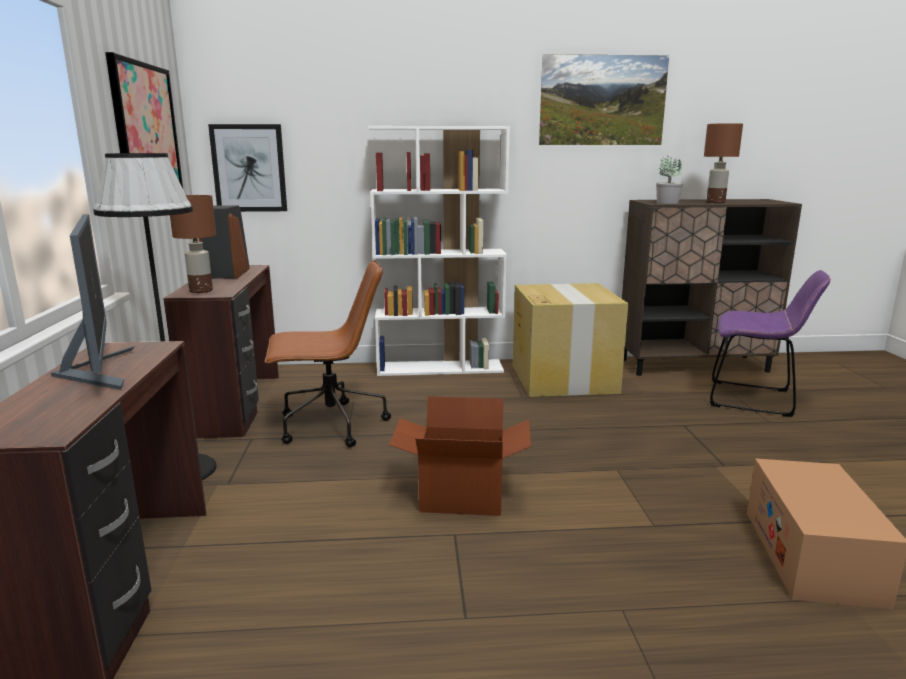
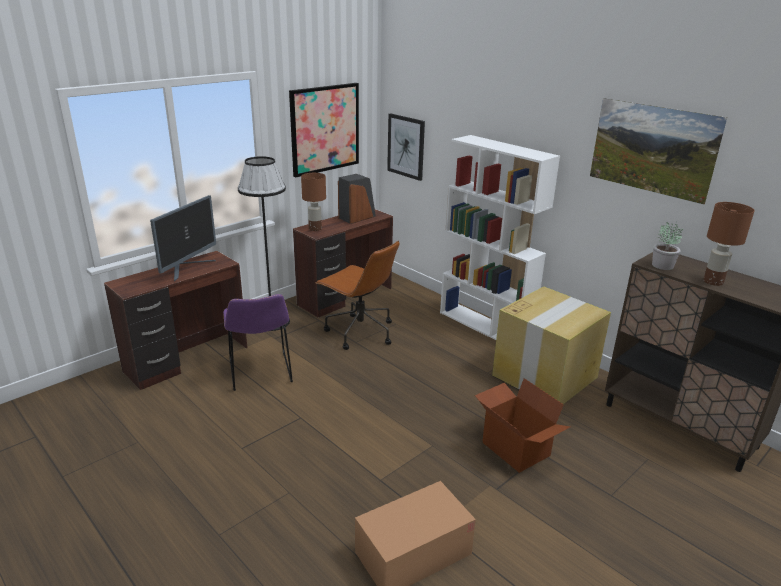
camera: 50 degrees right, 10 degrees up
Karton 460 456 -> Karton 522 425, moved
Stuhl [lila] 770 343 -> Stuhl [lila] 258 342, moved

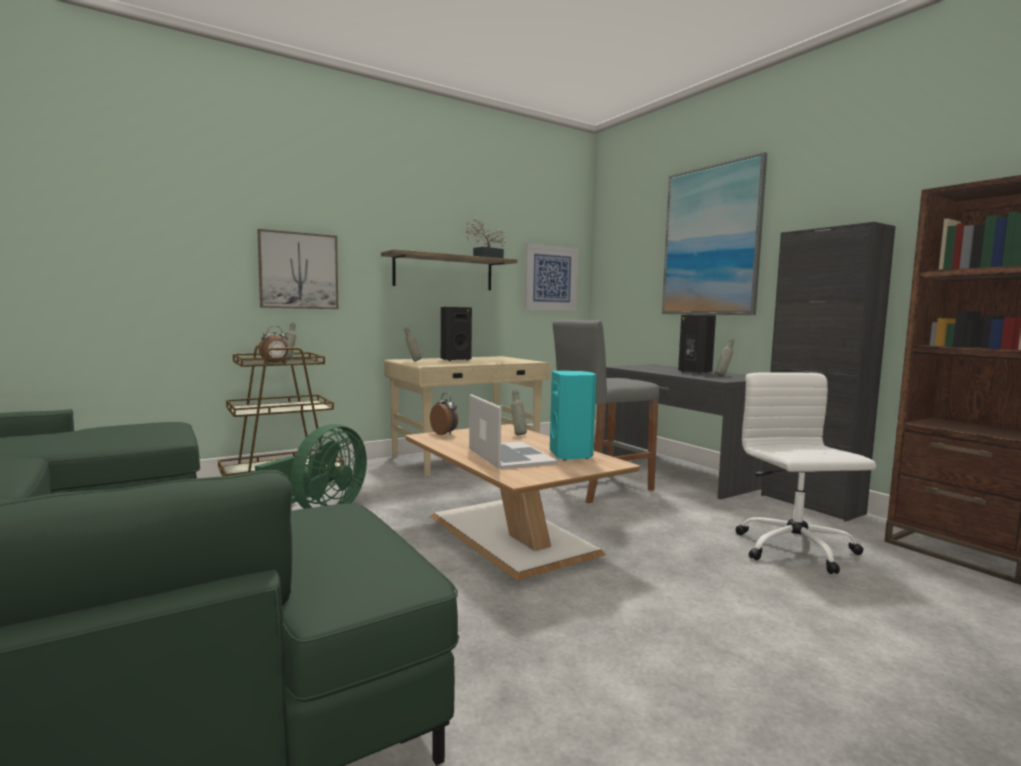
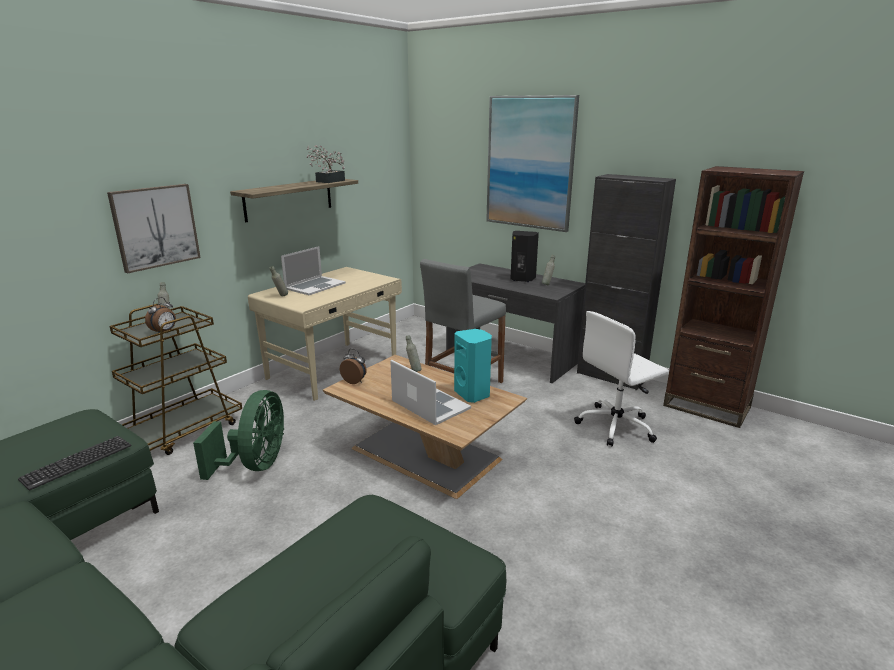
camera: 20 degrees left, 15 degrees up
Lautsprecher [schwarz] 456 334 -> Laptop 313 270
Bild 551 277 -> none
Bürostuhl [weiß] 806 473 -> Bürostuhl [weiß] 621 378, 90 degrees counterclockwise
none -> Tastatur 74 463

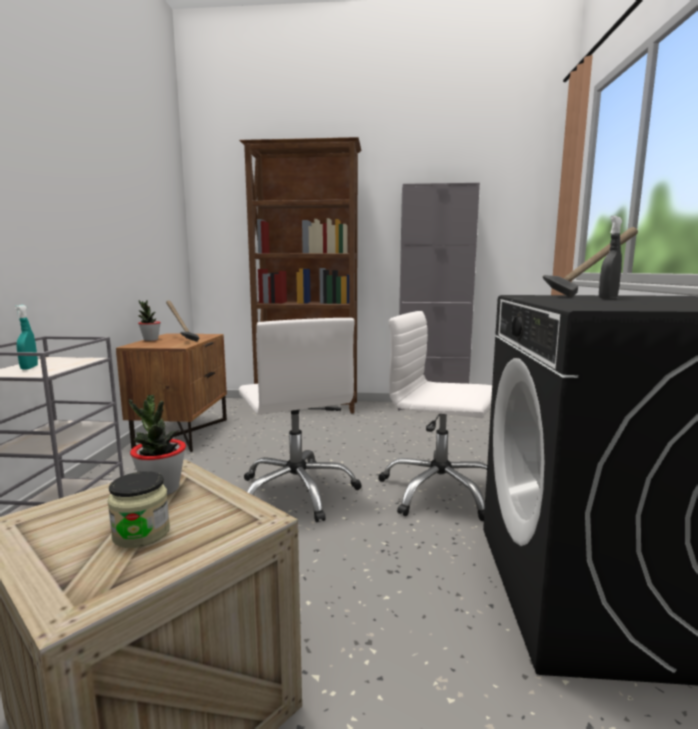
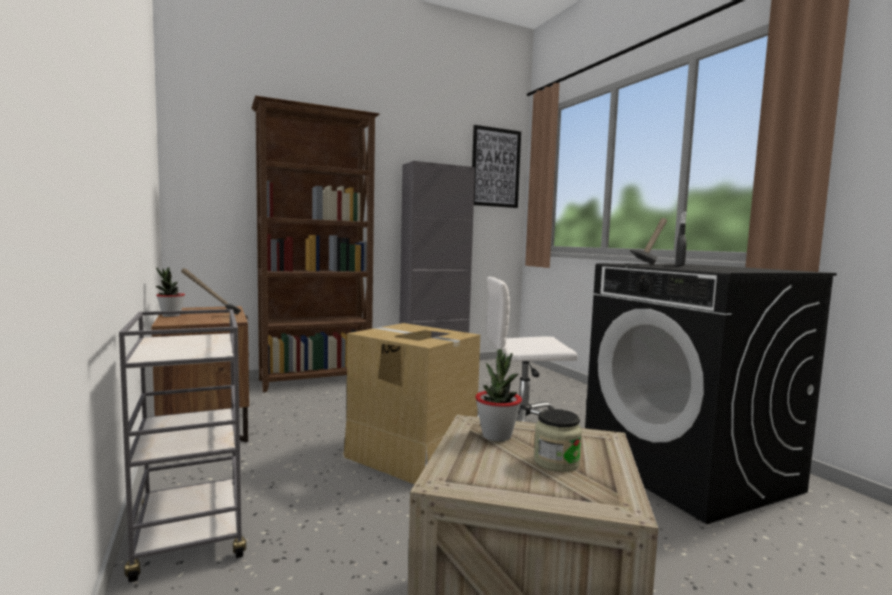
camera: 30 degrees left, 5 degrees down
Sprühflasche [türkis] 26 337 -> none
Bürostuhl [weiß] 300 420 -> Karton 412 403
none -> Bild 496 166

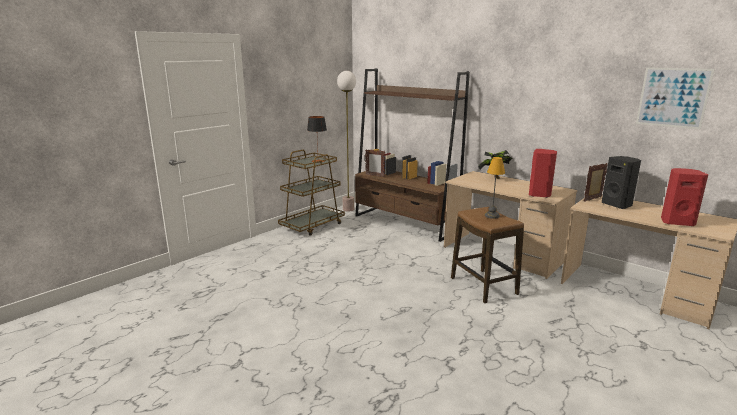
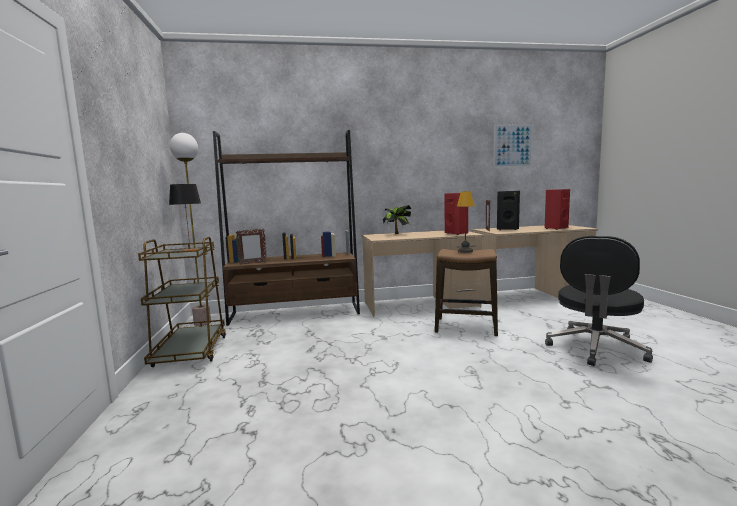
camera: 50 degrees left, 10 degrees down
none -> Bürostuhl [schwarz] 599 301

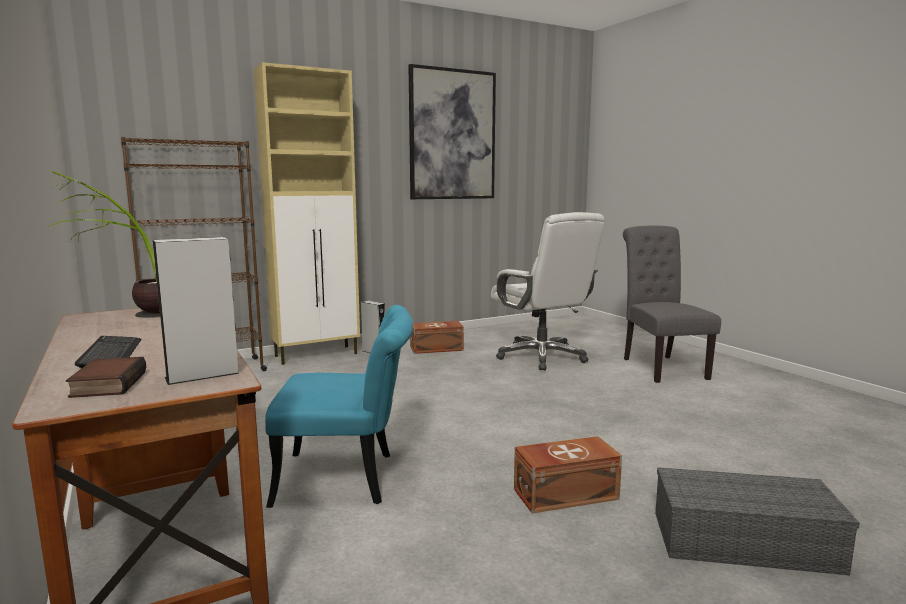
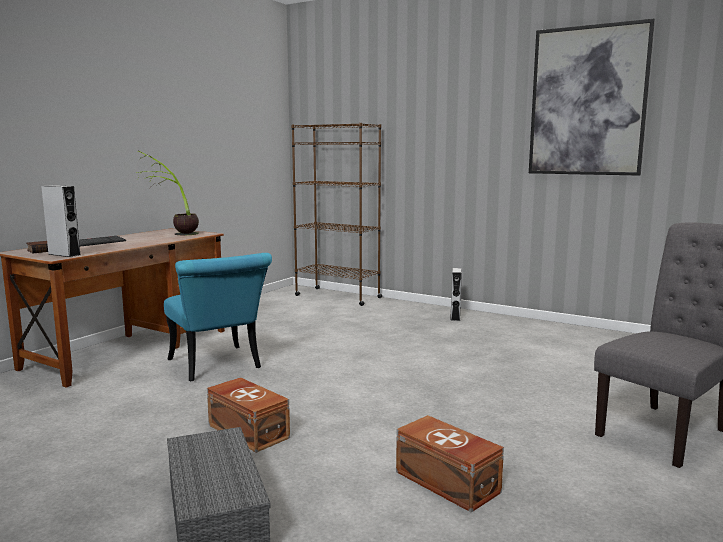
camera: 60 degrees right, 0 degrees up
Schrank [beige] 307 213 -> none
Aufbewahrungsbox [braun] 437 337 -> Aufbewahrungsbox [braun] 450 464, moved
Bürostuhl [weiß] 548 291 -> none

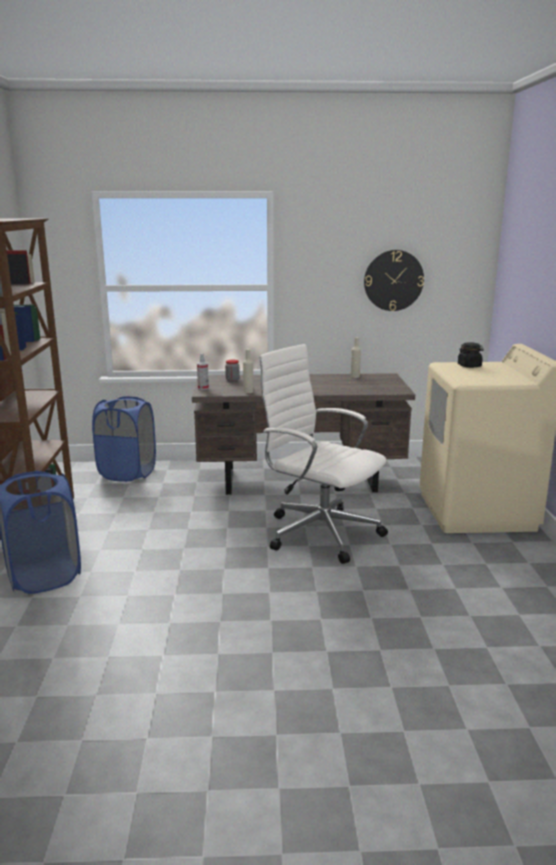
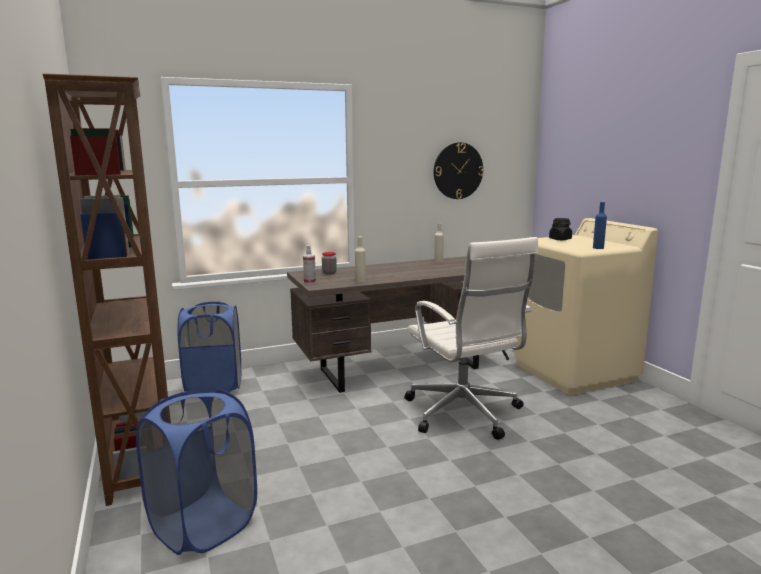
camera: 20 degrees left, 5 degrees down
Bürostuhl [weiß] 322 454 -> Bürostuhl [weiß] 471 338, 135 degrees counterclockwise
none -> Flasche [blau] 600 225

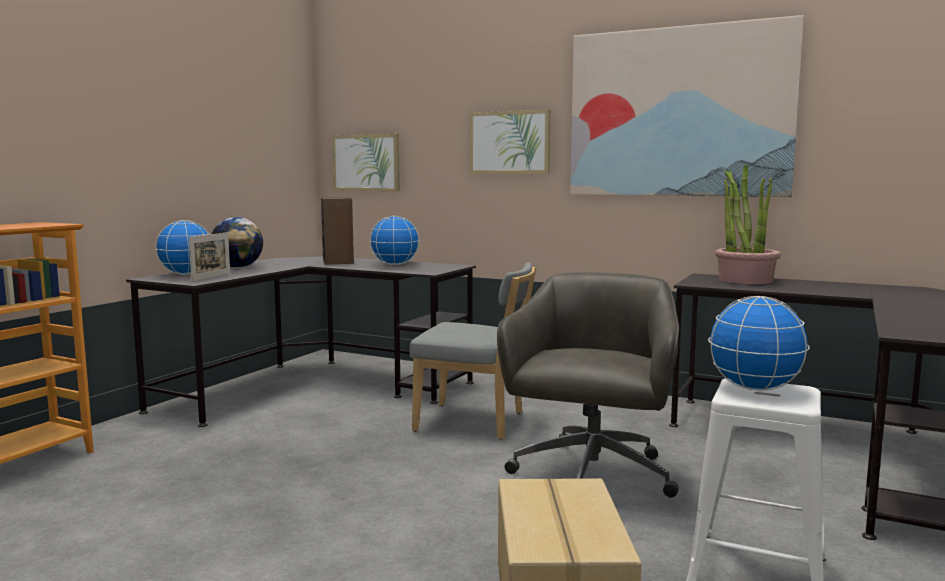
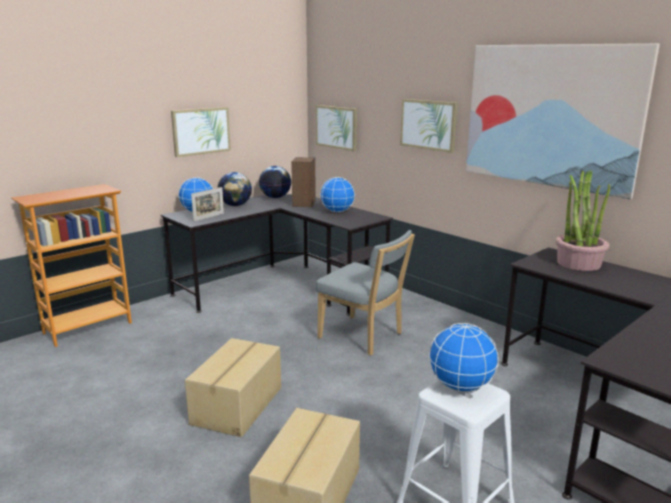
camera: 20 degrees right, 10 degrees up
Bürostuhl [grau] 588 384 -> none
none -> Bild 201 132
none -> Karton 233 387
none -> Globus 275 182

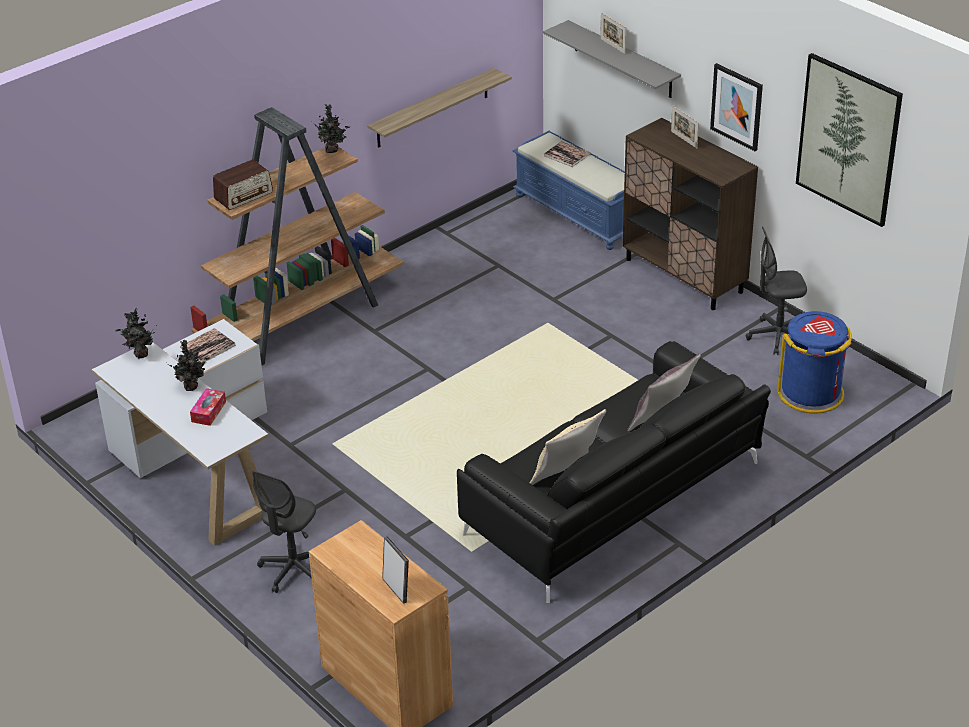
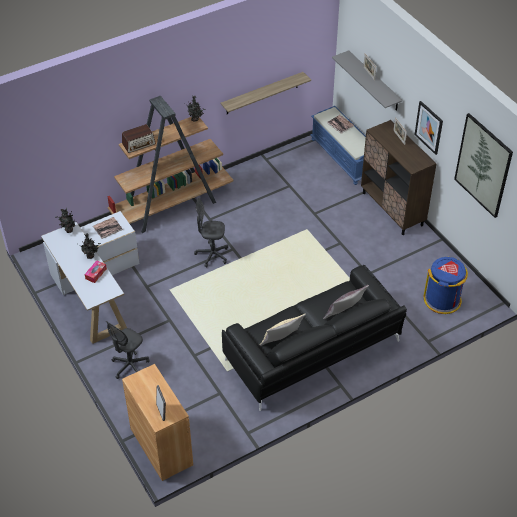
camera: 10 degrees right, 10 degrees up
Bürostuhl [grau] 776 291 -> Bürostuhl [grau] 211 232, moved

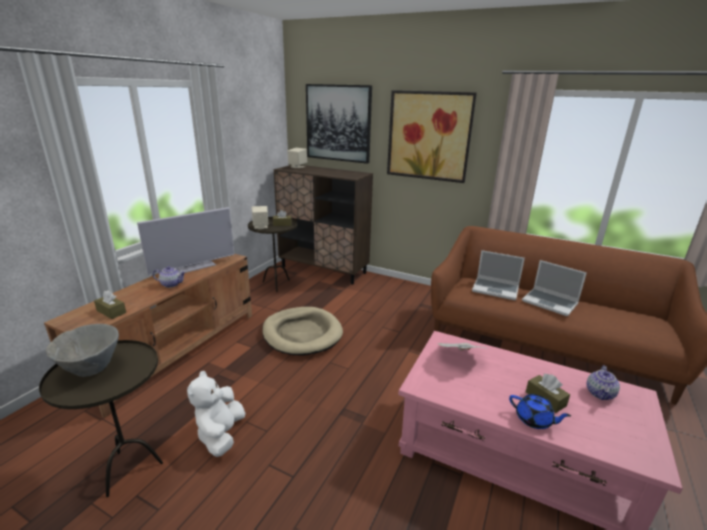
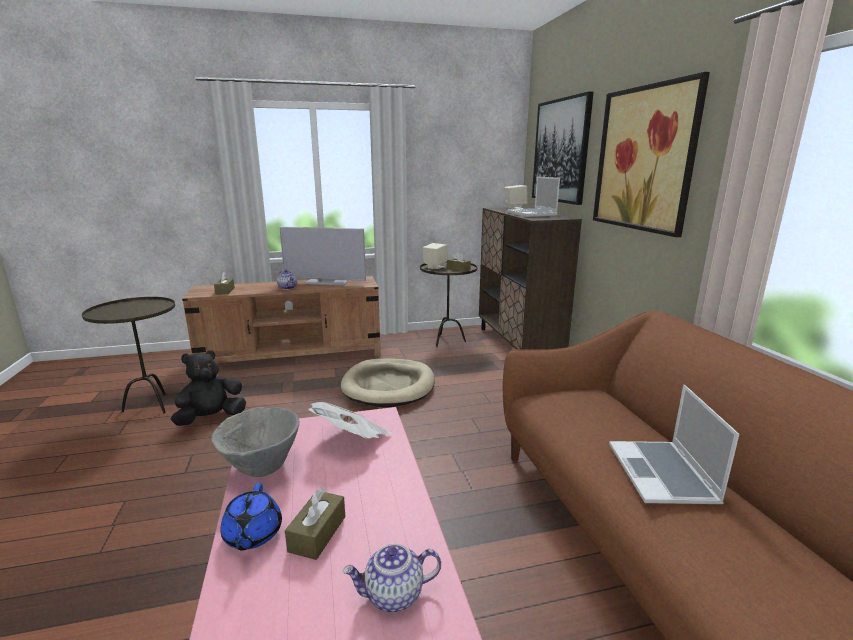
camera: 50 degrees right, 5 degrees down
Schüssel [grau] 82 350 -> Schüssel [grau] 255 442, moved
Plüschtier [weiß] 216 413 -> Plüschtier [schwarz] 208 388
Laptop 498 275 -> Laptop 533 196, moved

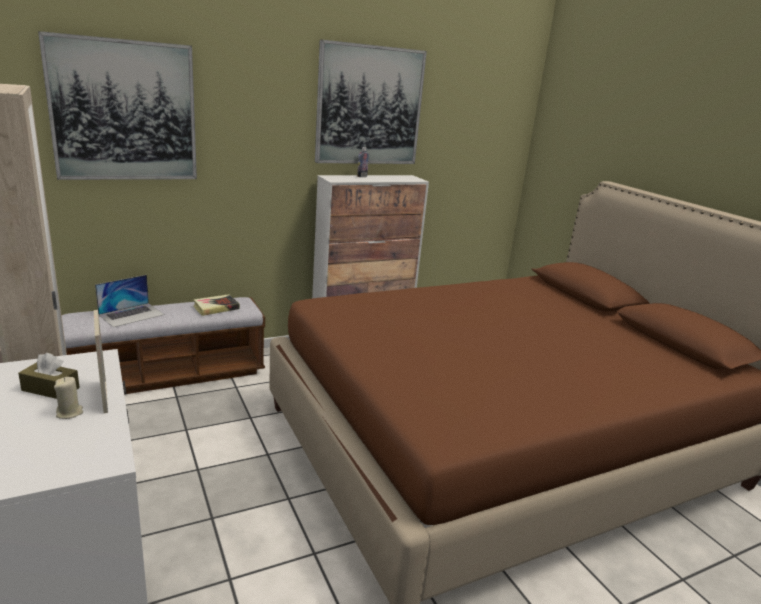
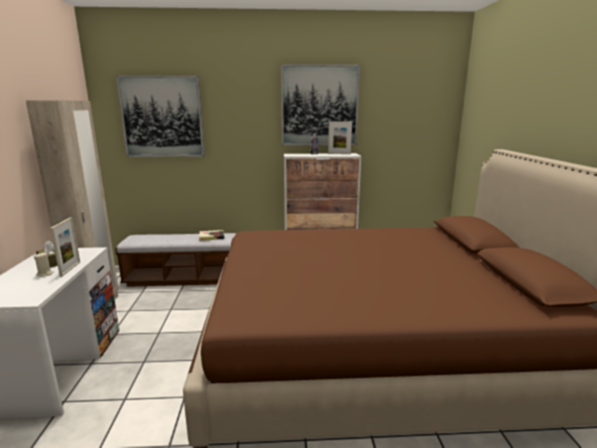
camera: 25 degrees right, 5 degrees down
Laptop 130 301 -> none
none -> Bilderrahmen 340 137

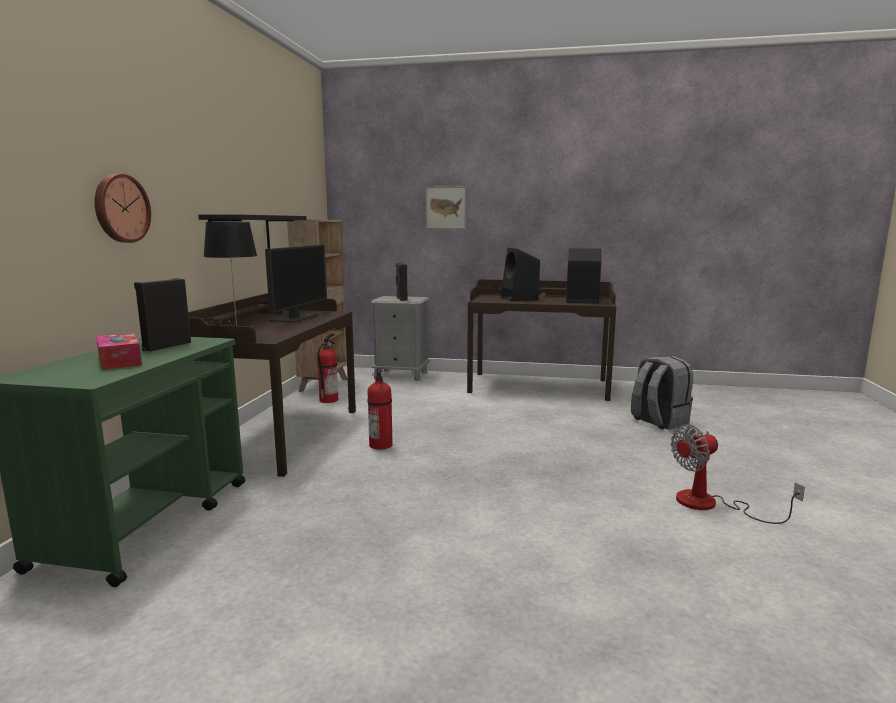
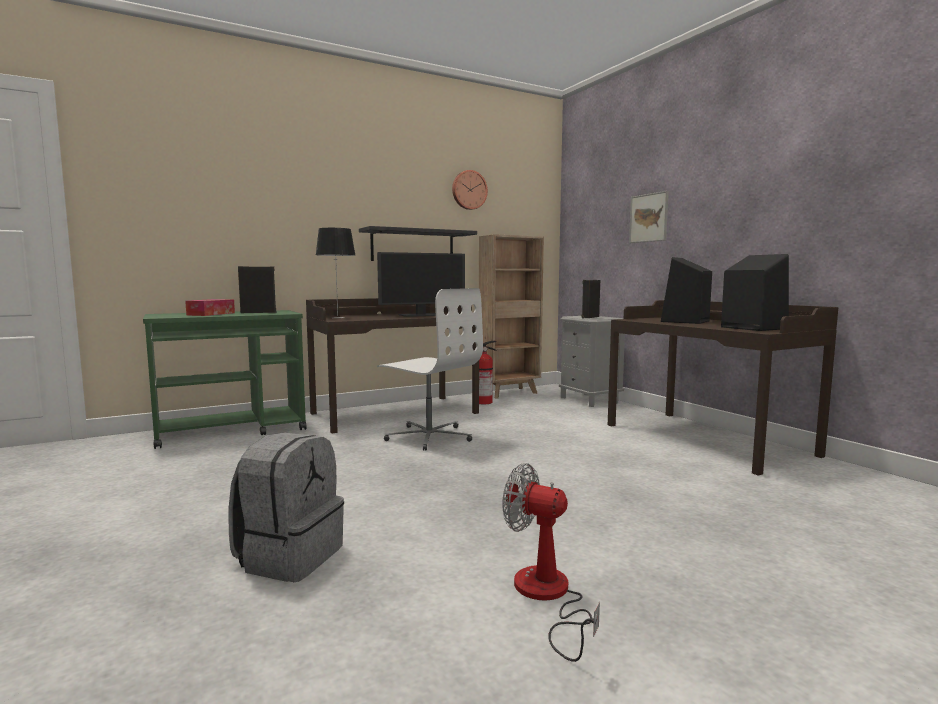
camera: 50 degrees right, 5 degrees down
Wanduhr 122 208 -> Wanduhr 470 190, moved
Feuerlöscher 380 408 -> Bürostuhl [weiß] 430 369
Rucksack [grau] 662 393 -> Rucksack [grau] 286 507, moved

